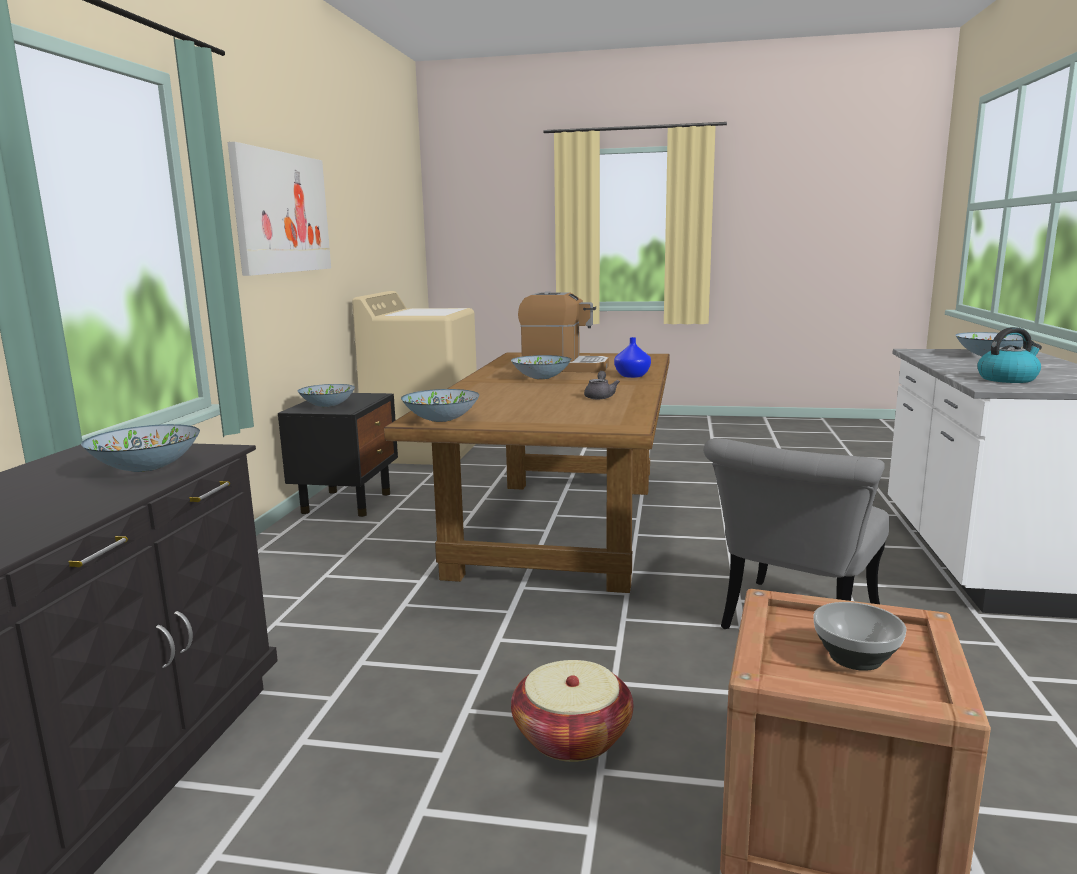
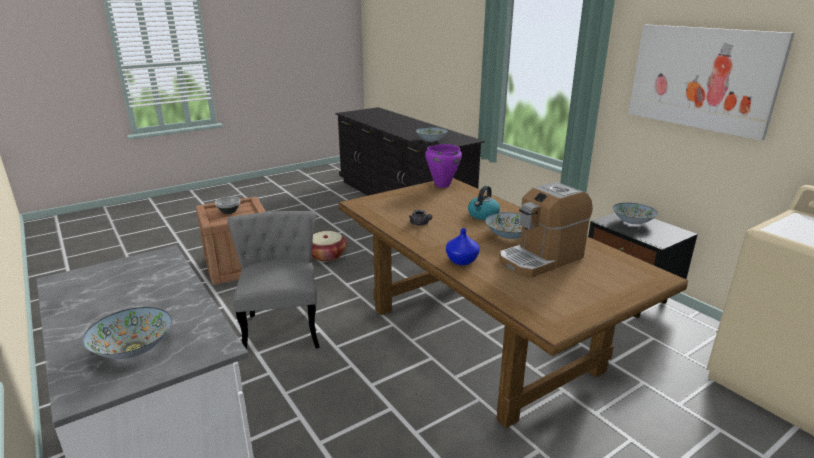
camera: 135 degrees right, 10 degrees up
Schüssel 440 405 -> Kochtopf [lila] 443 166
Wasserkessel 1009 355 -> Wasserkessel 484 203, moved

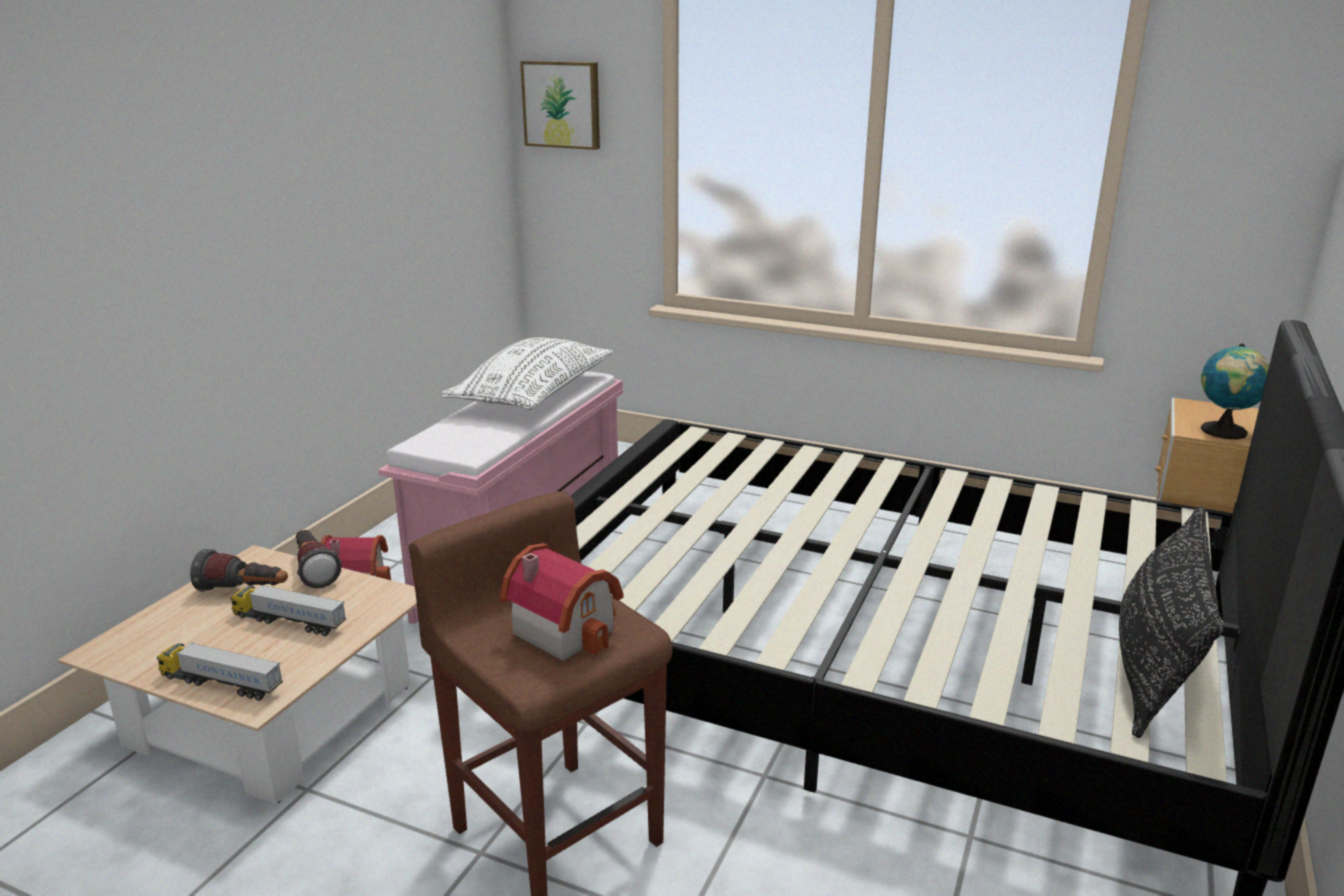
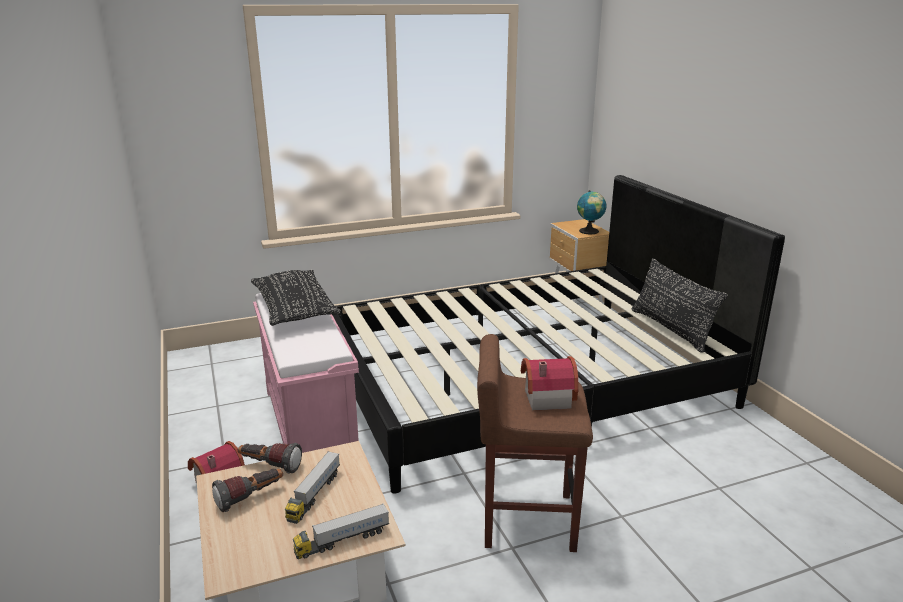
camera: 45 degrees left, 0 degrees up
Spielzeuglaster 288 610 -> Spielzeuglaster 312 487, 45 degrees counterclockwise
Kissen [weiß] 528 373 -> Kissen [schwarz] 296 298
Bild 560 105 -> none

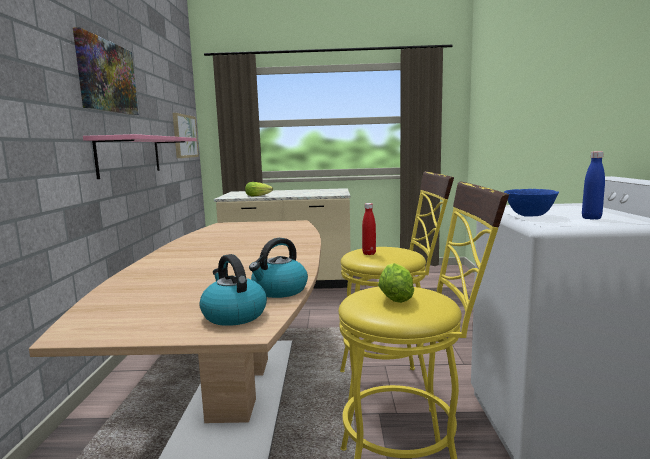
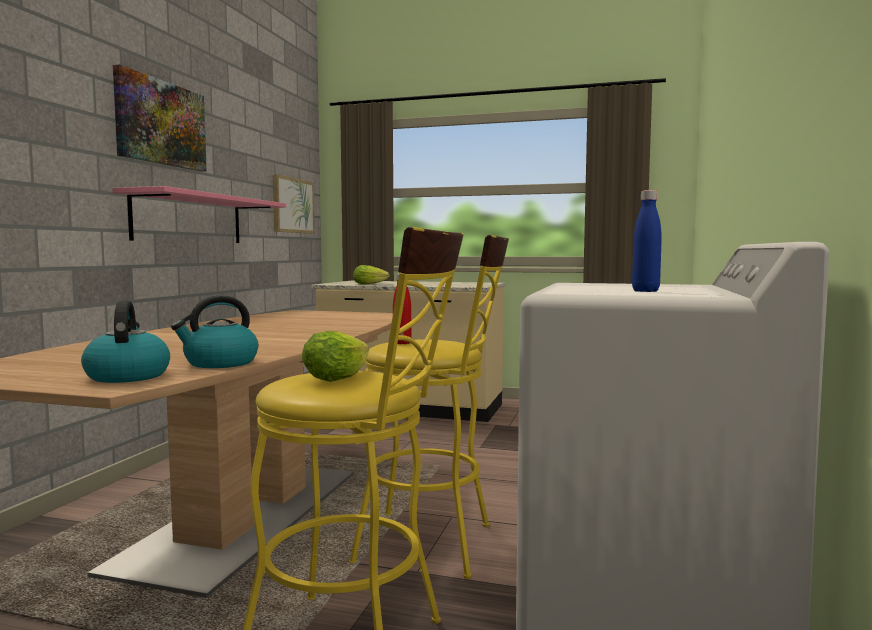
camera: 15 degrees right, 5 degrees down
Schüssel [blau] 531 203 -> none

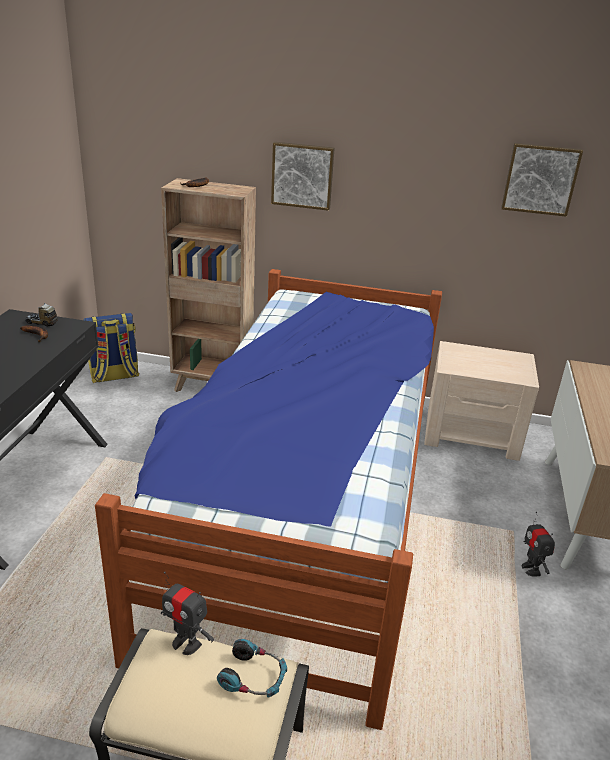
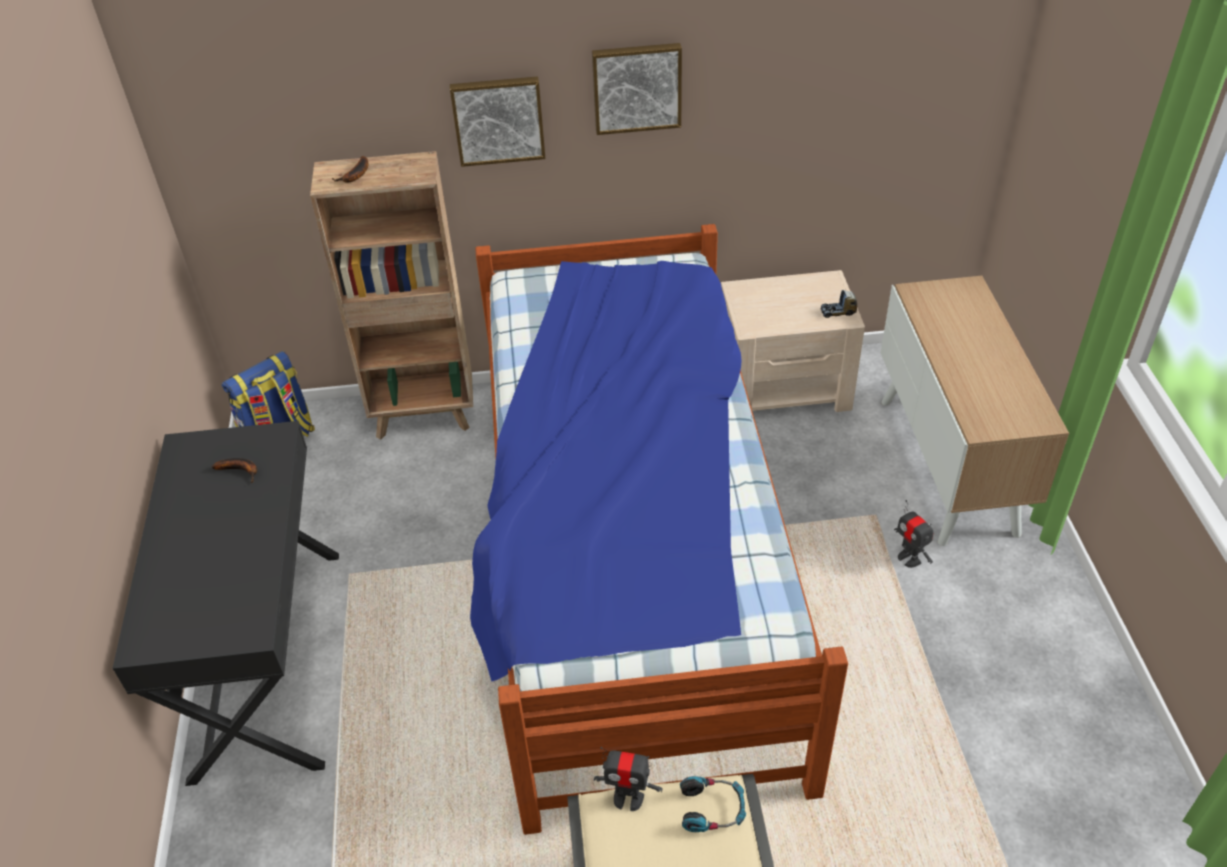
camera: 15 degrees left, 15 degrees up
Spielzeuglaster 41 314 -> Spielzeuglaster 839 304, moved
Bild 542 180 -> Bild 637 89, moved

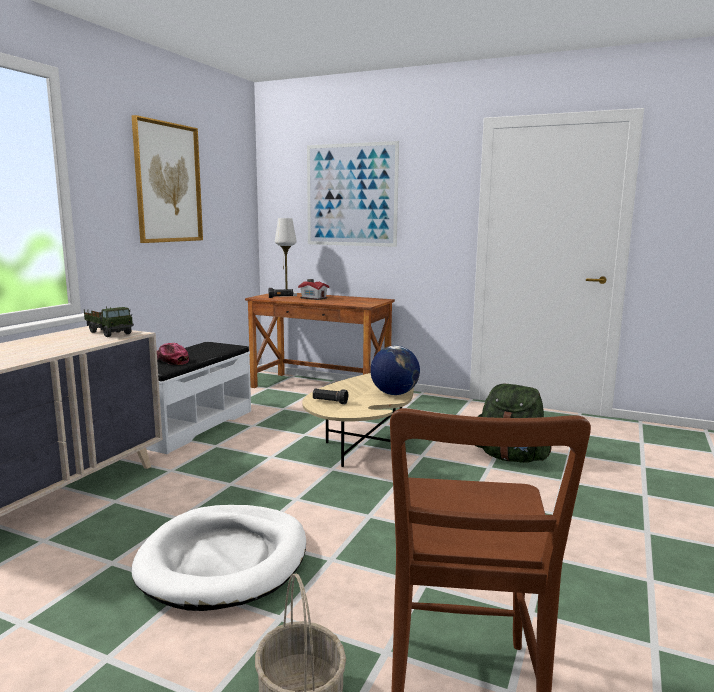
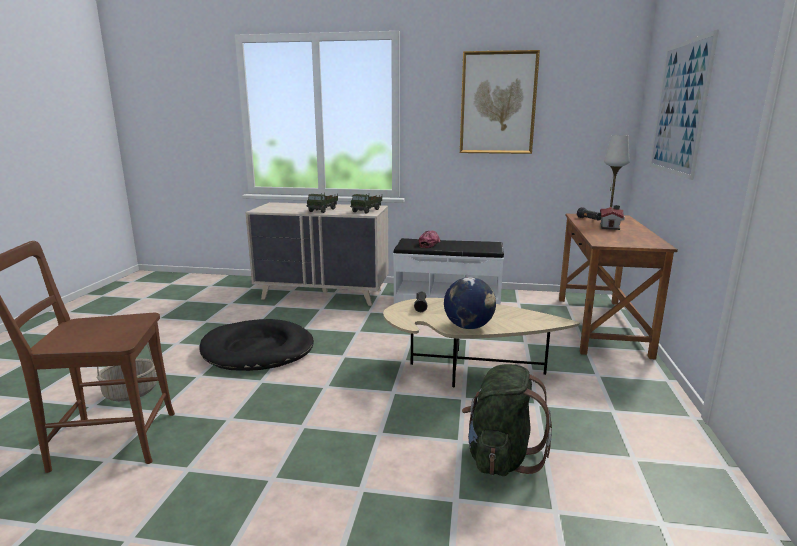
camera: 75 degrees right, 5 degrees up
Hundebett [weiß] 218 558 -> Hundebett [schwarz] 256 345
none -> Spielzeuglaster 322 203

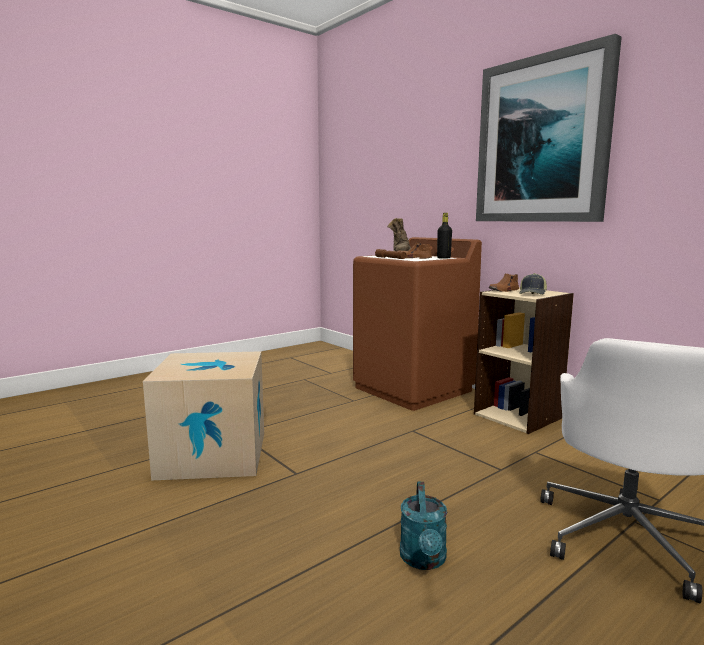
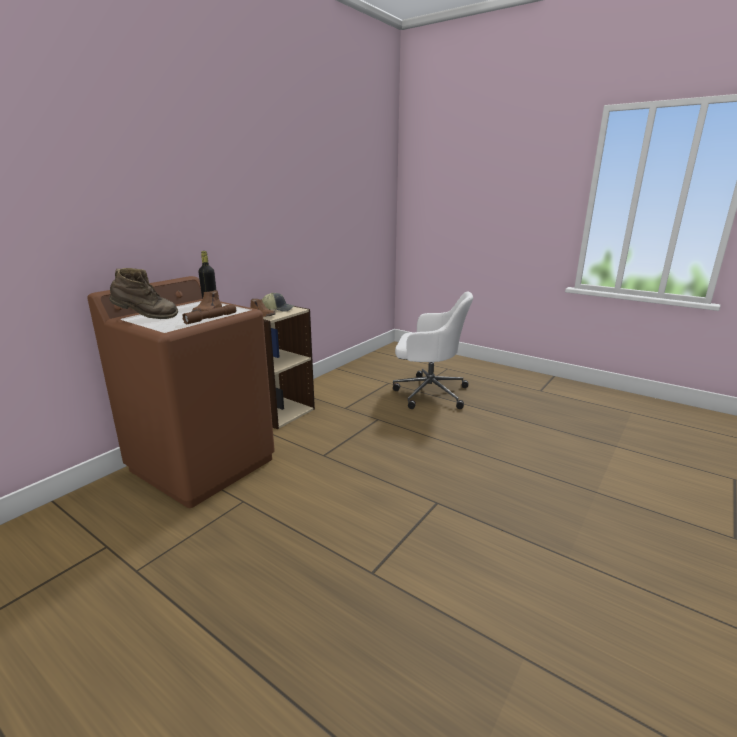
camera: 105 degrees left, 10 degrees up
Karton 203 416 -> none
Gießkanne [türkis] 423 526 -> none
Bild 549 128 -> none

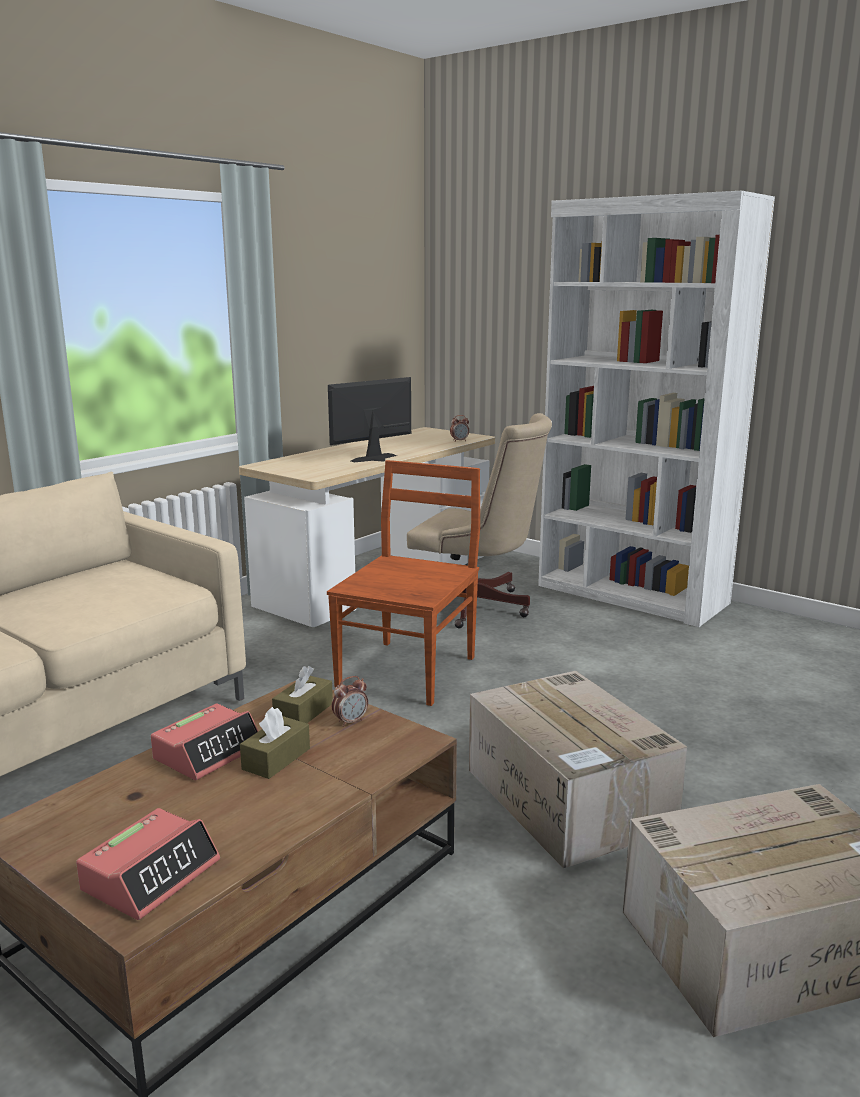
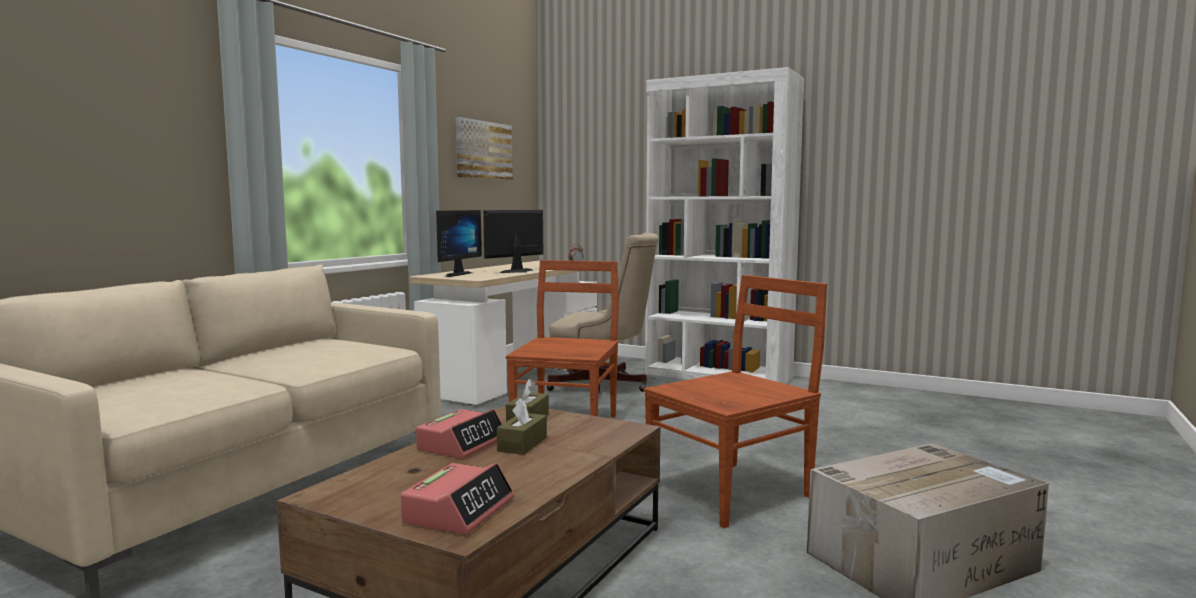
camera: 10 degrees left, 10 degrees down
Wecker 350 701 -> none
Karton 578 770 -> Stuhl [braun] 735 401
none -> Monitor 459 243
none -> Bild 484 148

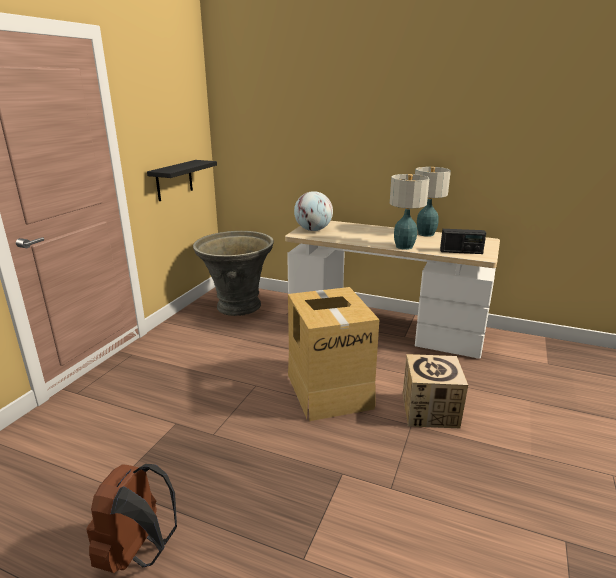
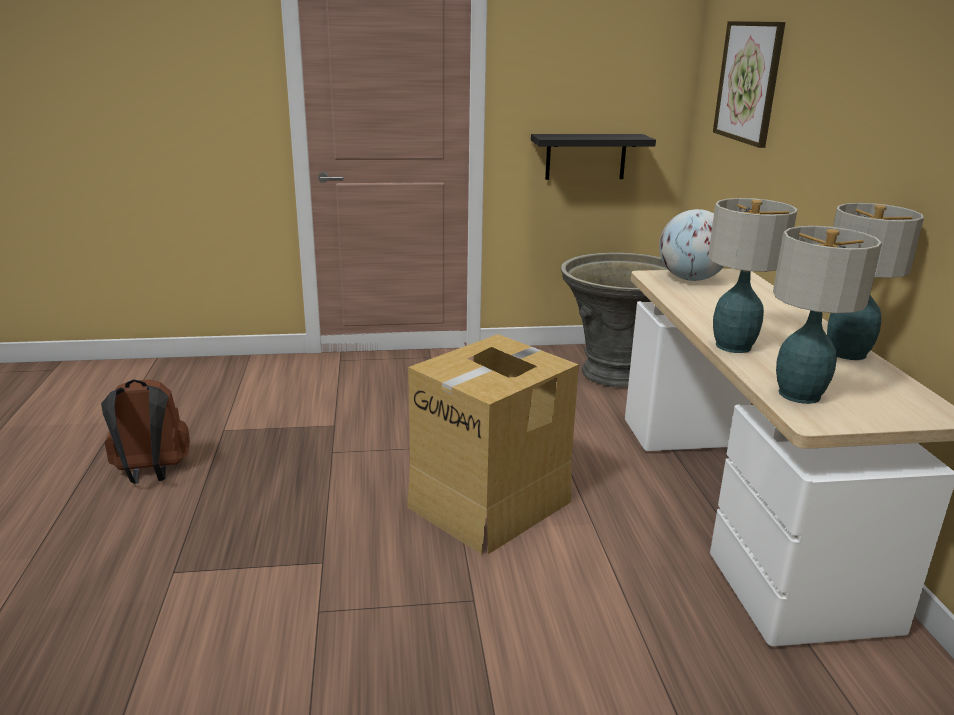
camera: 60 degrees right, 0 degrees up
Karton 435 391 -> none
Radio 463 241 -> Tischlampe 827 315
none -> Bild 749 84

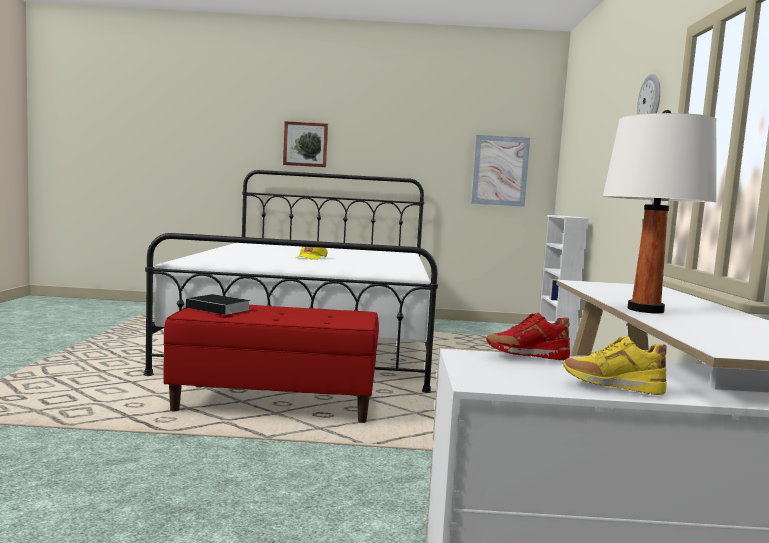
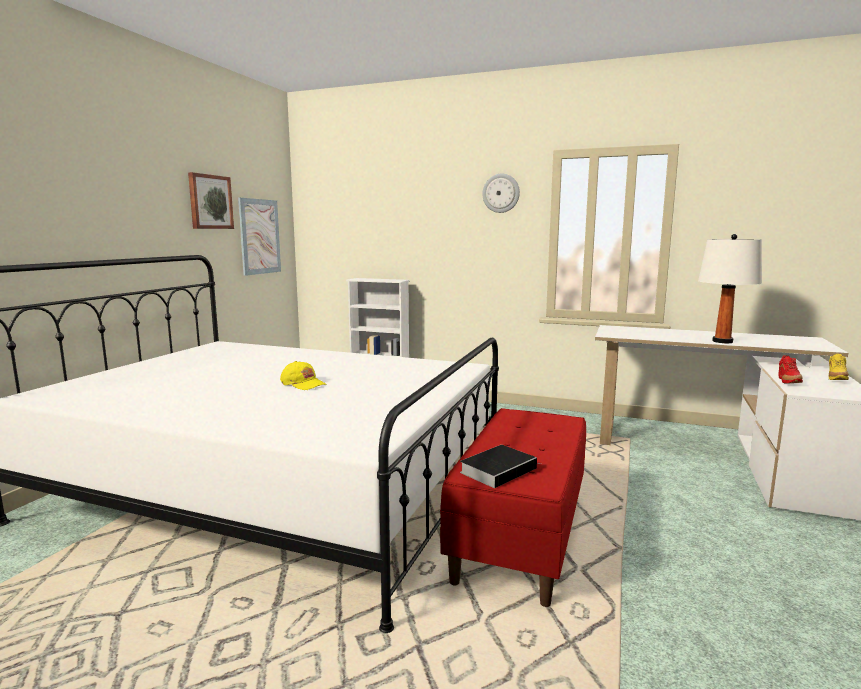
camera: 70 degrees left, 5 degrees up
Bild 305 144 -> Bild 211 200, moved

